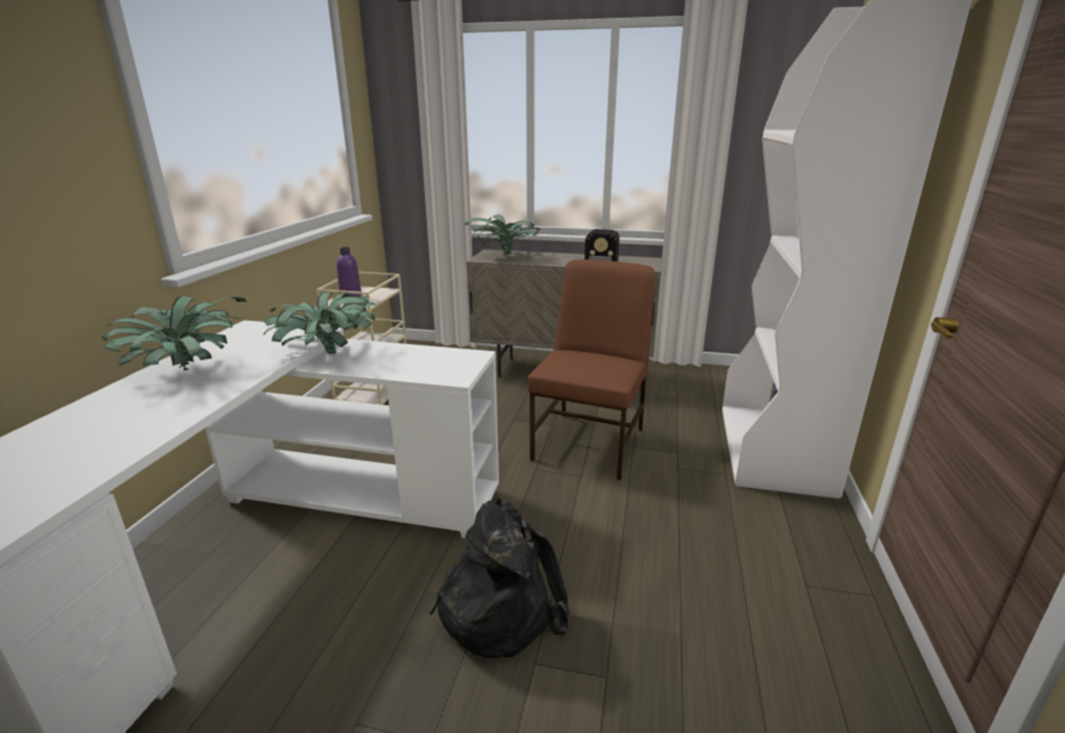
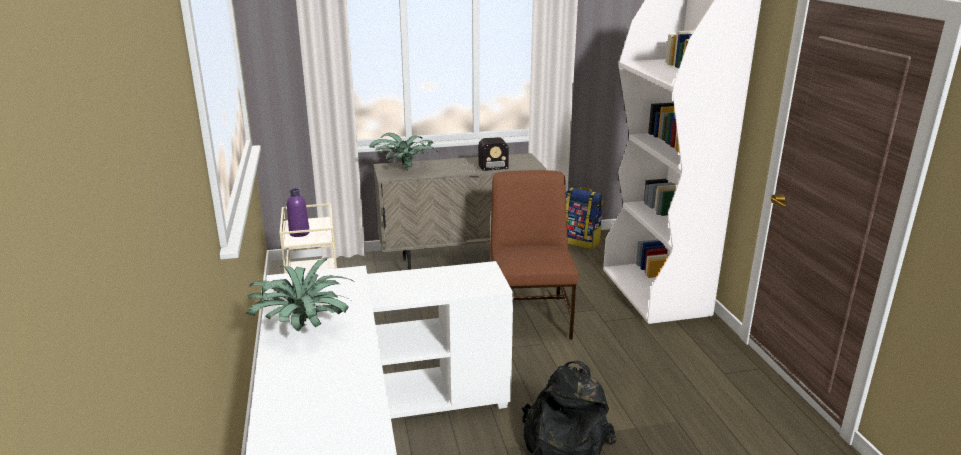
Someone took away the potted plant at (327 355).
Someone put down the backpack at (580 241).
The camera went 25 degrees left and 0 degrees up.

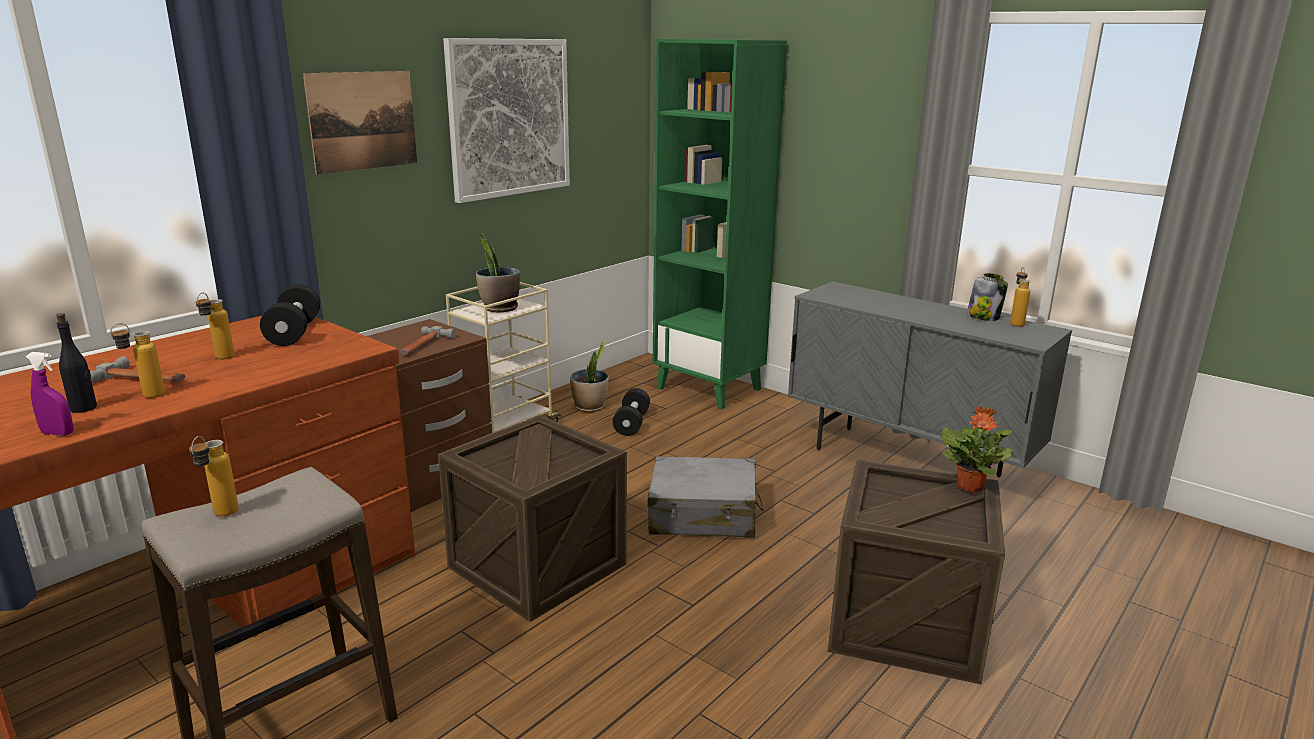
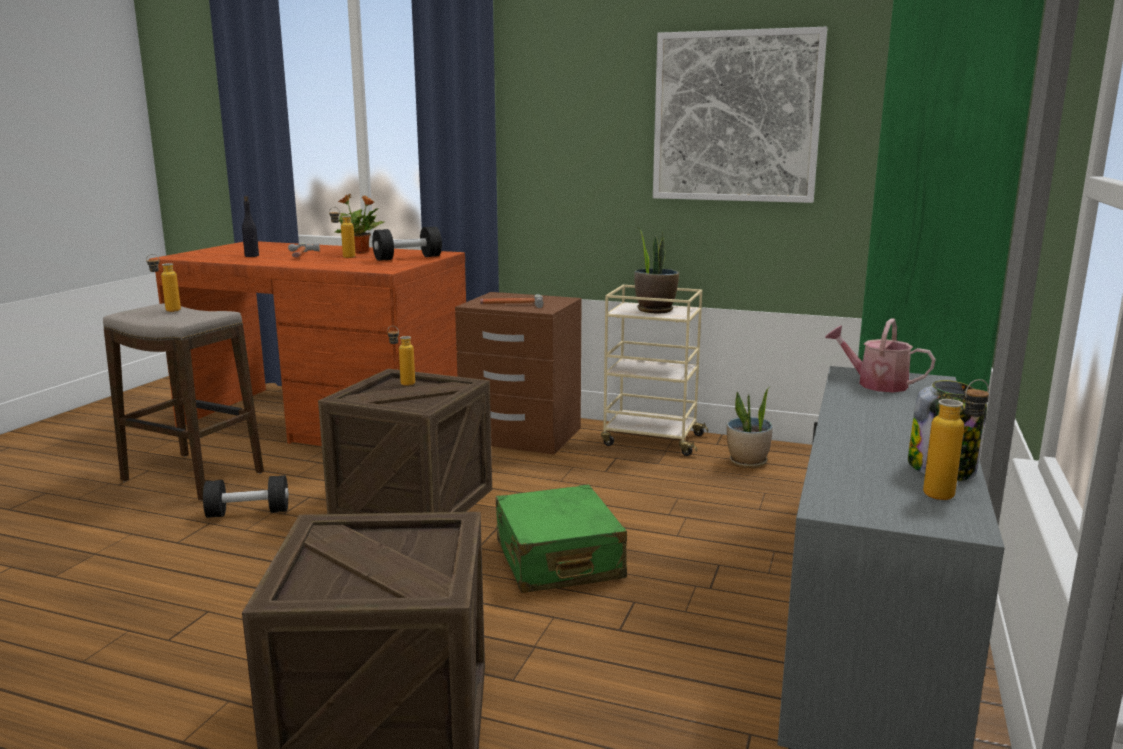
Someone took away the picture at (363 121).
Someone carried the bottle from (145 397) to (402 383).
Someone took away the purple spray bottle at (58 433).
Someone carried the black dumbbell from (631 424) to (248 513).
Someone carried the potted plant from (970 486) to (360 252).
Someone repainted the grey suitcase at (703 515), which became the green suitcase at (558 560).
Someone put down the watering can at (875 384).
The camera went 70 degrees right and 5 degrees down.

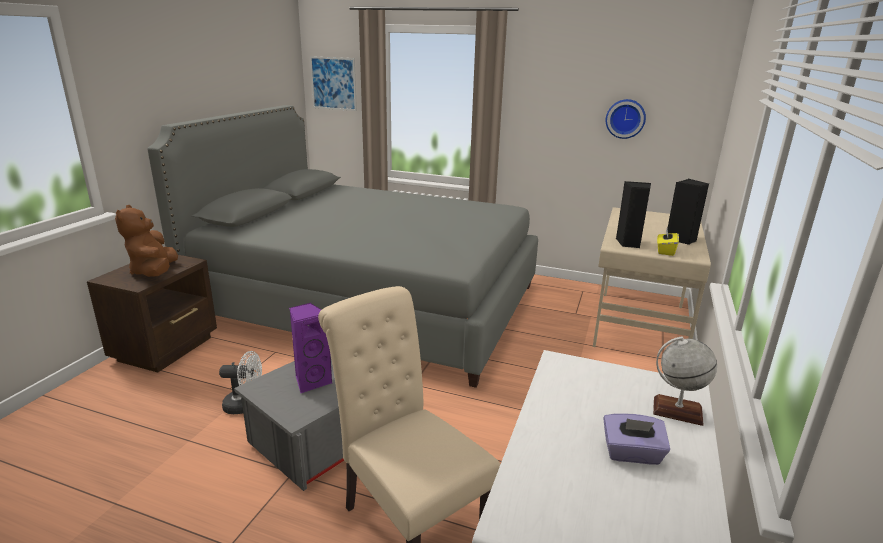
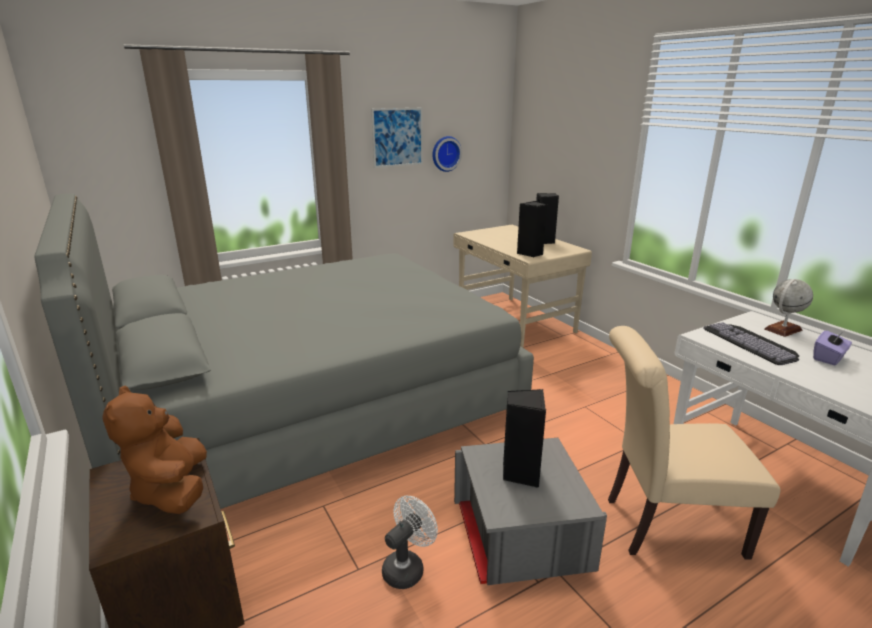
Someone carried the picture from (333 83) to (397 137).
Someone rotated the brown plush toy at (154 272) by 45 degrees clockwise.
Someone took away the yellow tissue box at (665 251).
Someone repainted the purple speaker at (312 381), which became the black speaker at (520 473).
Someone put down the keyboard at (753 343).
The camera went 50 degrees left and 0 degrees up.

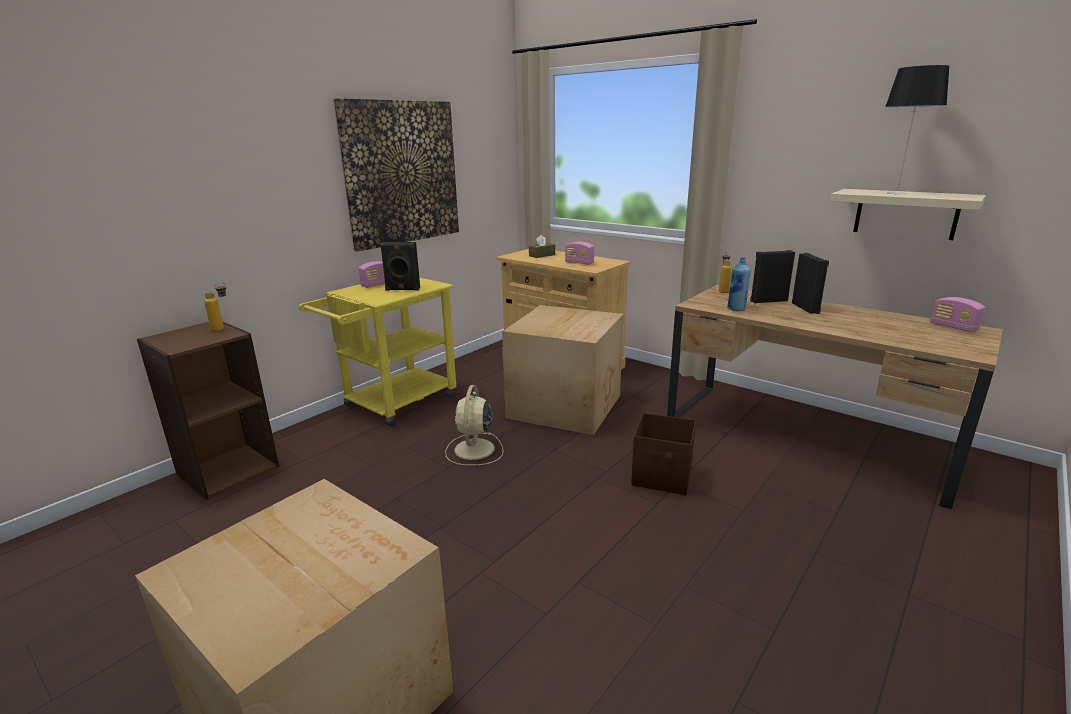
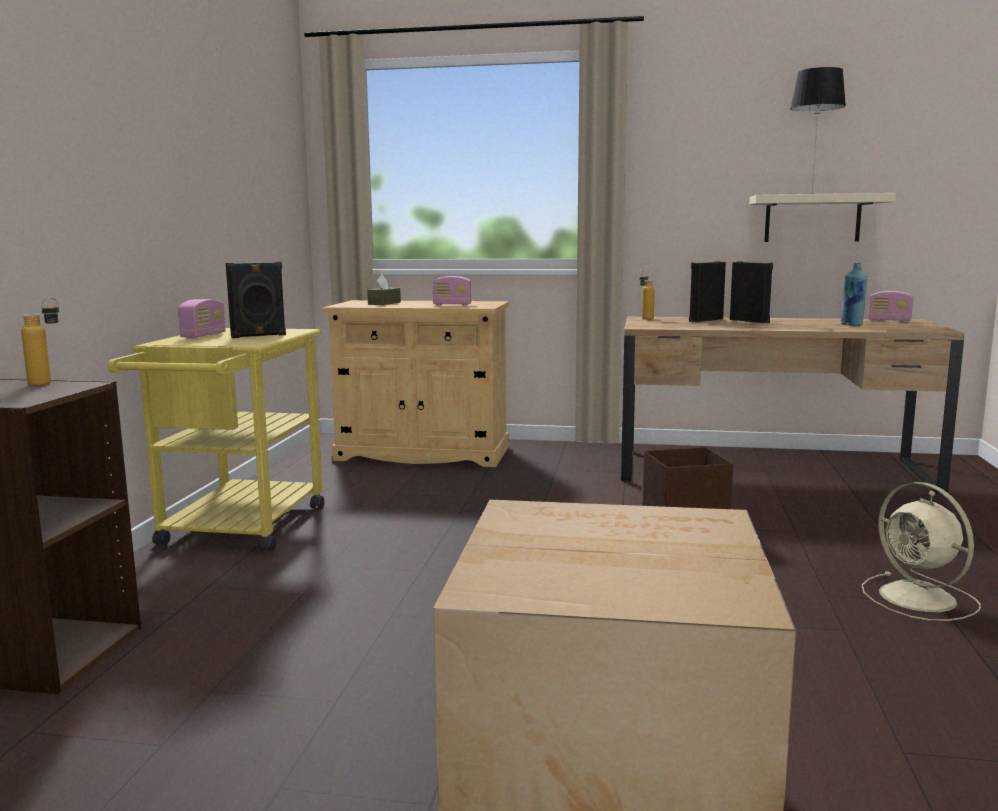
Someone took away the picture at (402 173).
Someone carried the blue bottle from (736 309) to (852 325).
Someone took away the cardboard box at (566 406).
Someone carried the beige fan from (474 450) to (920 598).
The camera went 30 degrees left and 10 degrees down.

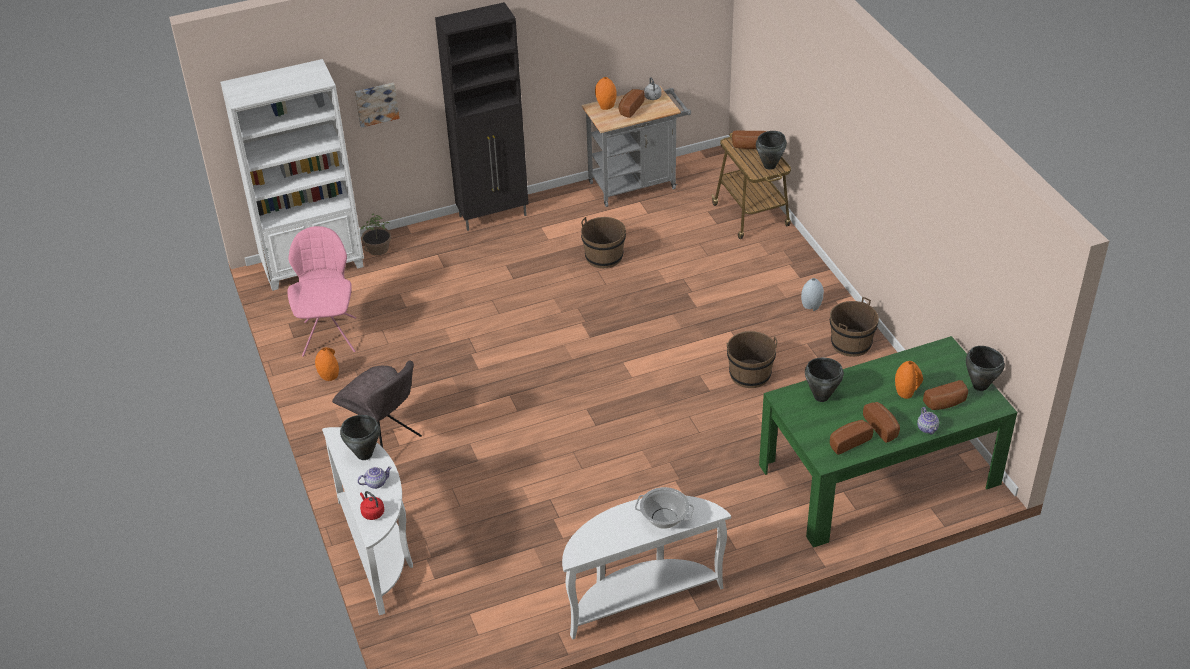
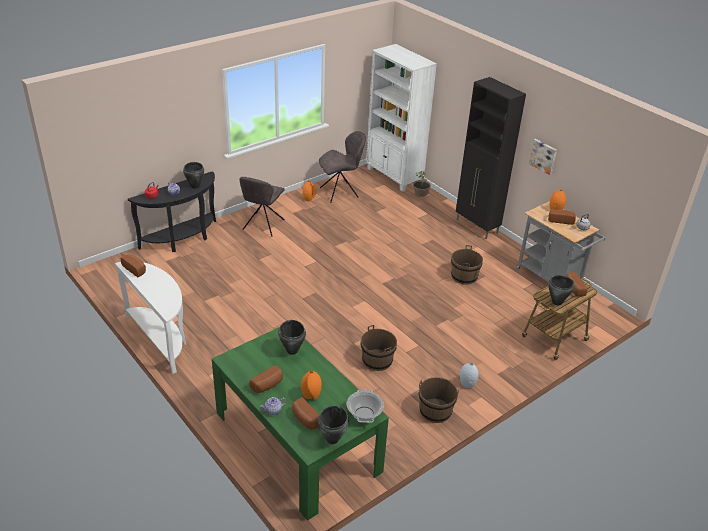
Someone carried the picture from (376 103) to (543 156).
Someone repainted the pink chair at (329 335), which became the grey chair at (340 192).
Someone carried the bread from (848 441) to (135 269).
Someone repainted the white console table at (379 550), which became the black console table at (183 239).
Someone carried the cooking pot from (664 518) to (364 414).
The camera went 70 degrees right and 5 degrees down.

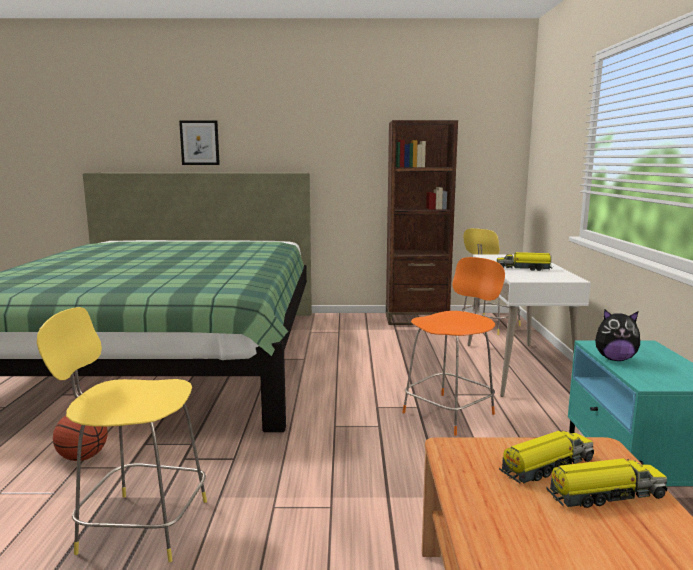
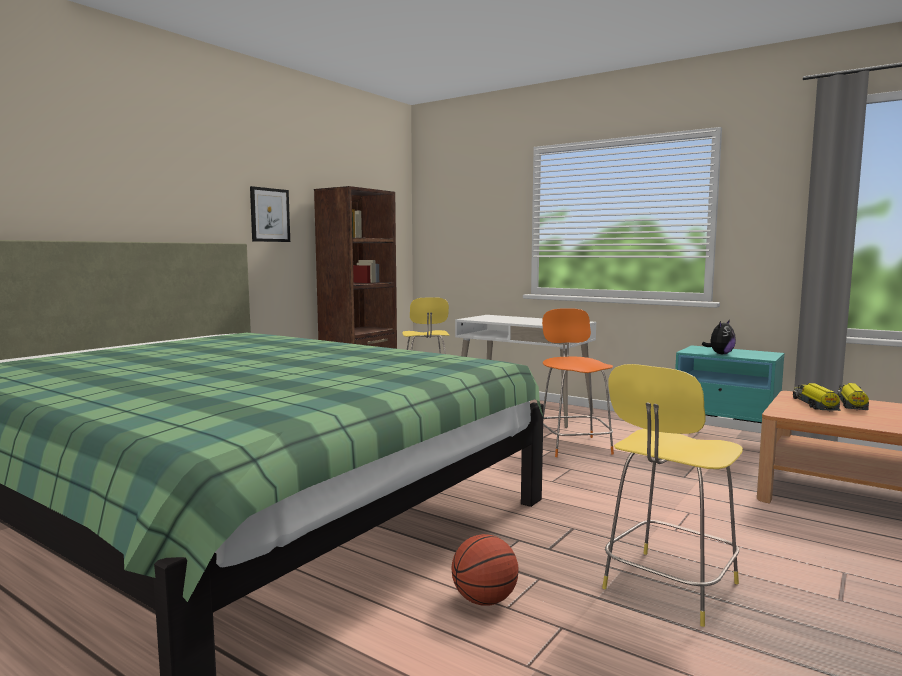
Someone carried the picture from (199 142) to (269 215).
Someone took away the toy truck at (524 269).
The camera went 55 degrees left and 5 degrees down.

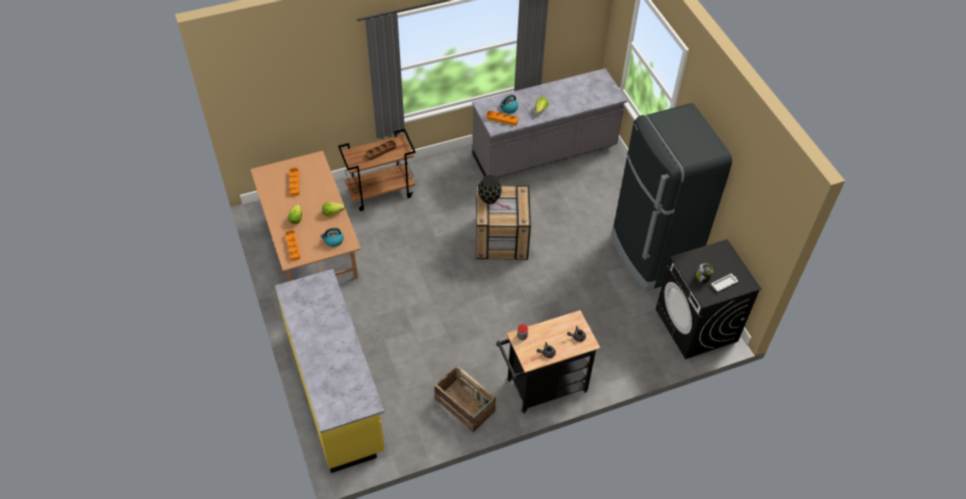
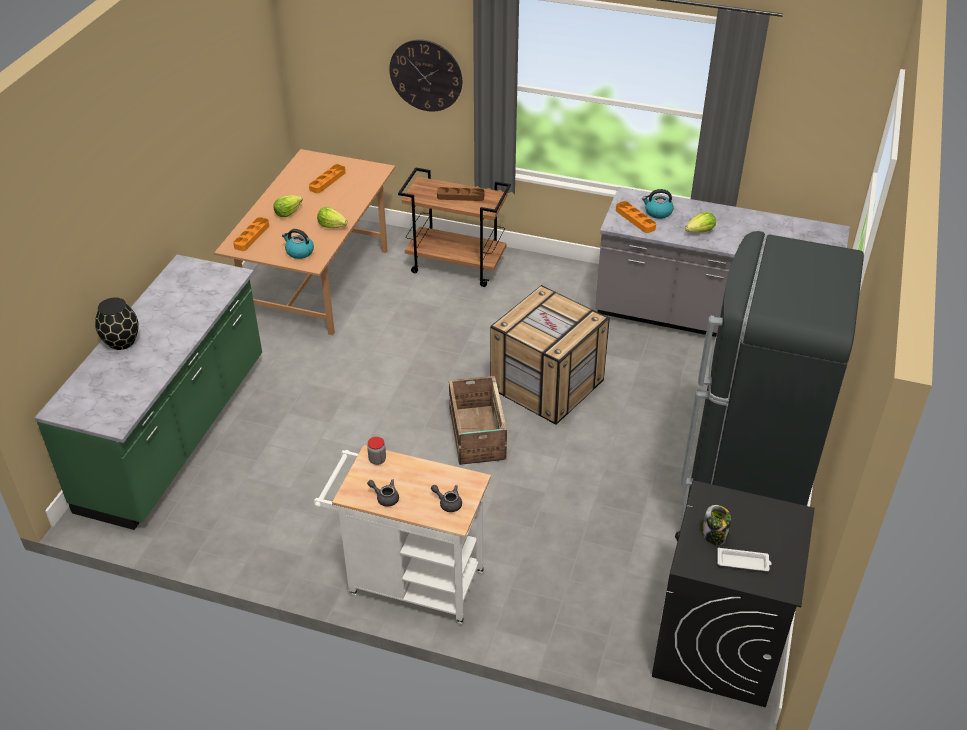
Someone carried the black vase from (489 198) to (121 341).
Someone repainted the yellow counter at (336 391), which became the green counter at (176 434).
Someone repainted the black cart at (542 388), which became the white cart at (408 581).
Someone carried the crate from (465 406) to (477 436).
Someone put up the wall clock at (426 75).
The camera went 40 degrees right and 10 degrees down.

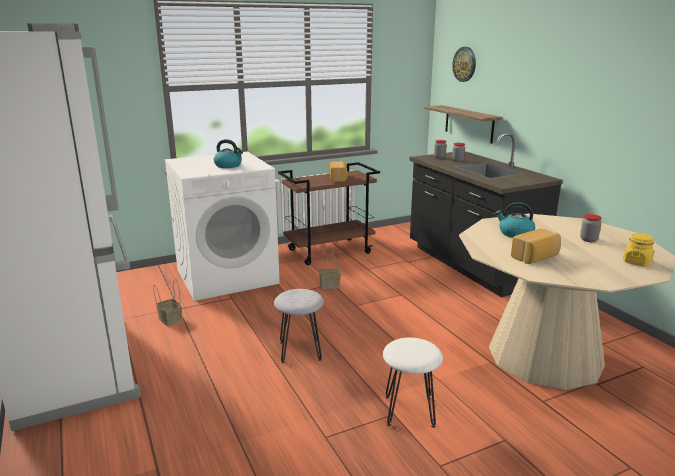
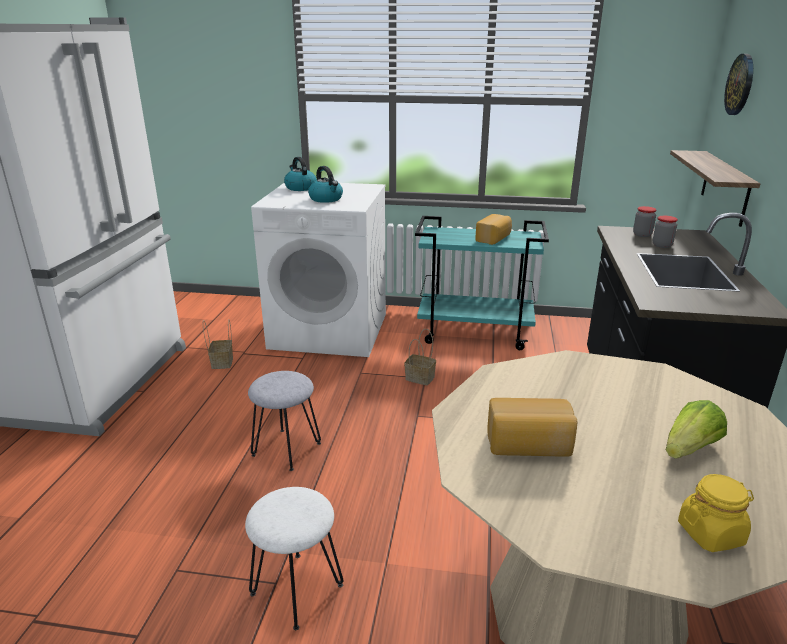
Someone repainted the brown cart at (330 251), which became the turquoise cart at (475 333).
Someone carried the kettle from (515 233) to (300 188).
Someone swapped the jar at (588 240) for the lettuce at (689 449).
The camera went 35 degrees right and 5 degrees up.

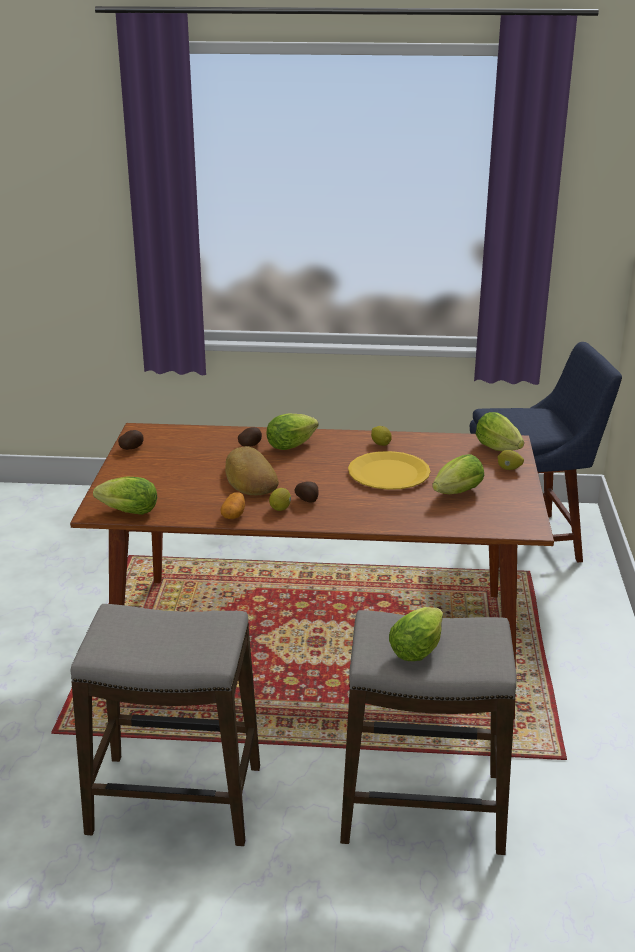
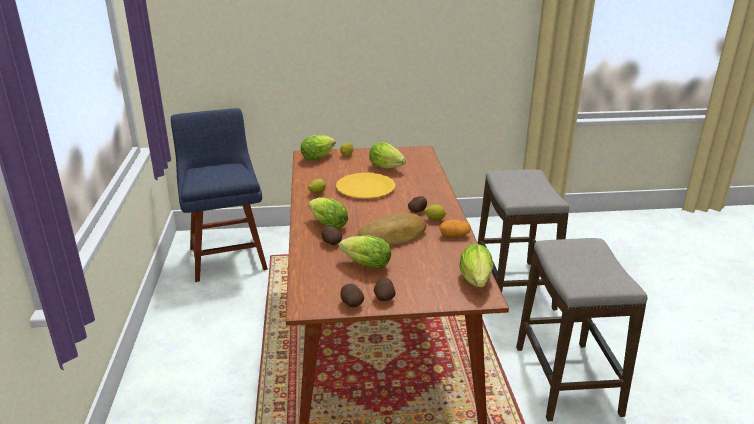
Someone carried the lettuce from (419 648) to (363 264).
Someone put down the potato at (384 297).
The camera went 100 degrees left and 0 degrees up.

